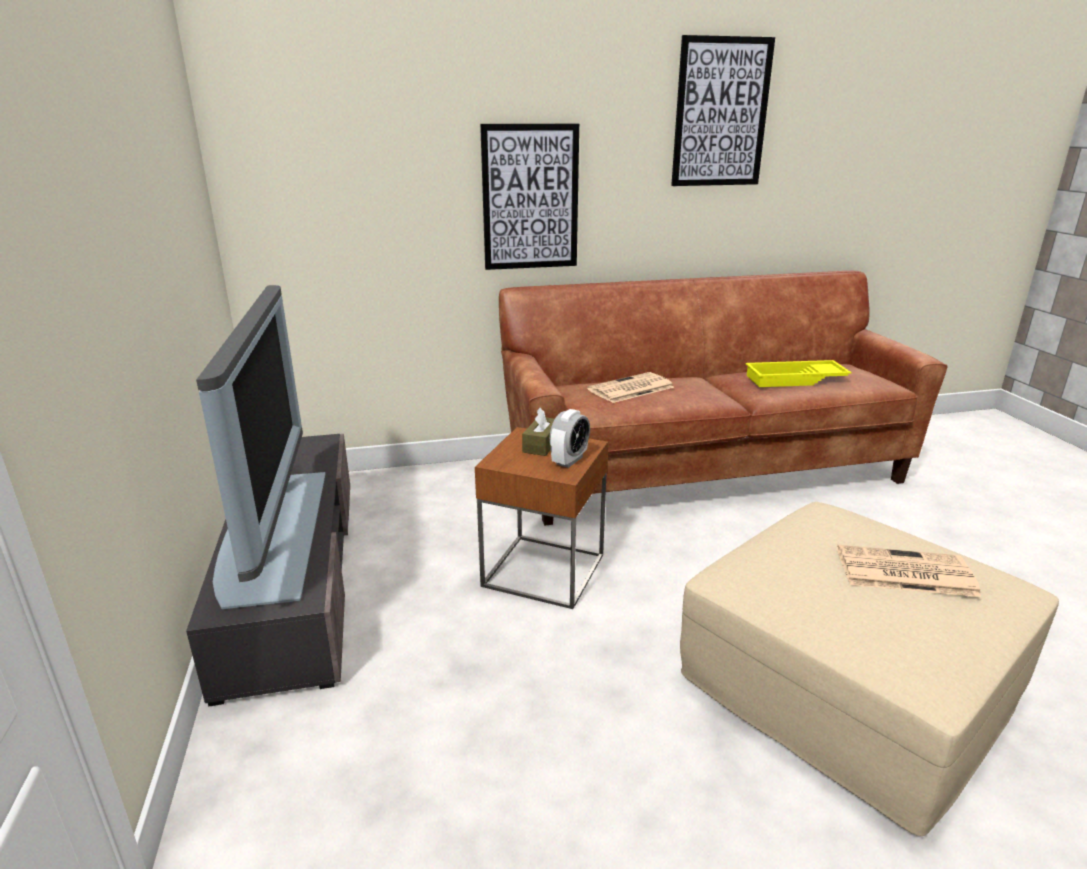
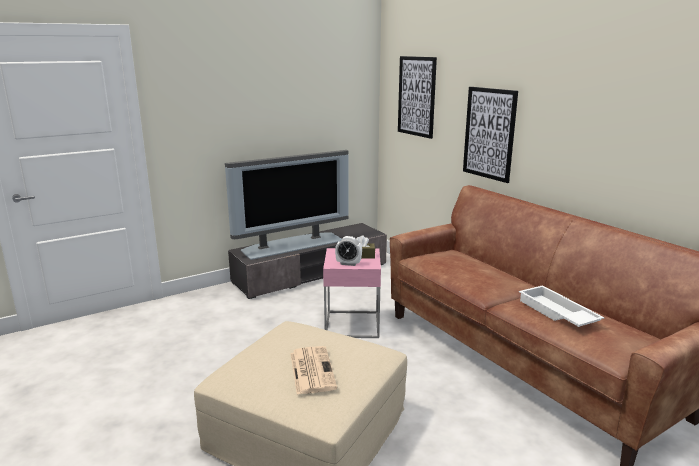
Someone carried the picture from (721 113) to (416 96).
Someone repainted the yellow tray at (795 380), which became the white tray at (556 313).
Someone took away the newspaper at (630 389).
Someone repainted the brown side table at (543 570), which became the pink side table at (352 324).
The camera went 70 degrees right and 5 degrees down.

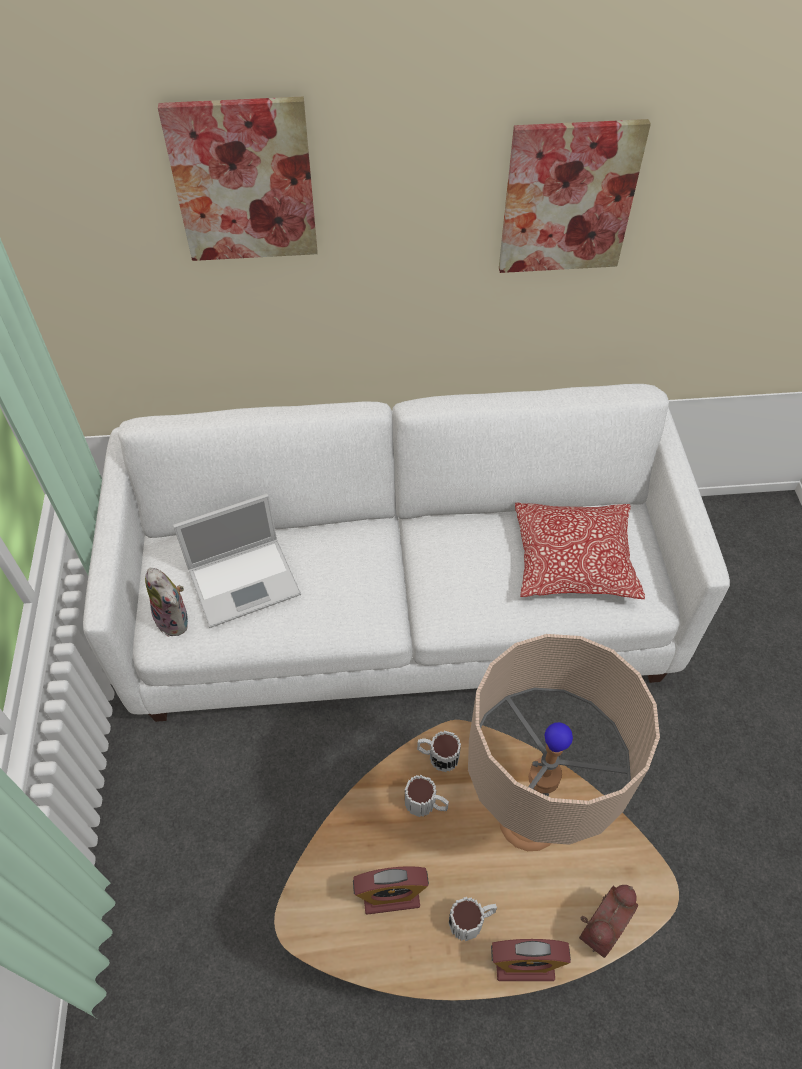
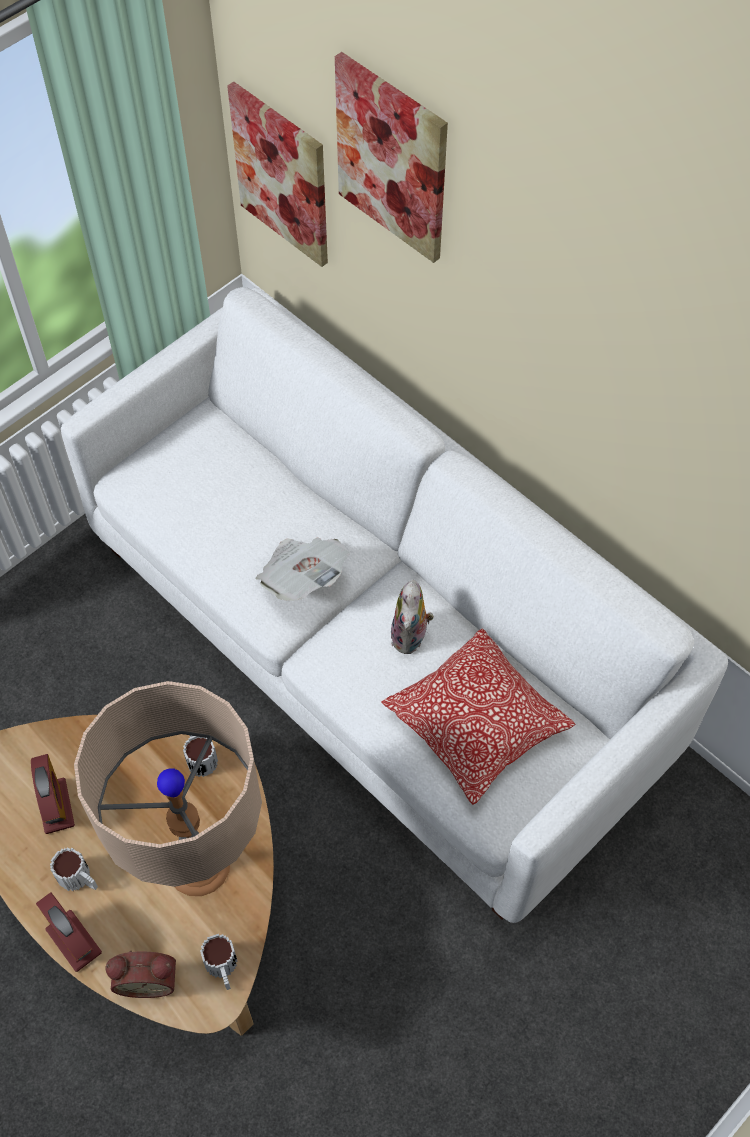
Someone carried the picture from (568 198) to (282 174).
Someone took away the laptop at (246 581).
Someone carried the plush toy from (175 619) to (411 637).
Someone carried the mug from (426 804) to (223 968).
Someone rotated the alarm clock at (391 895) by 150 degrees counterclockwise.
Someone put down the newspaper at (303 578).
The camera went 50 degrees right and 5 degrees up.

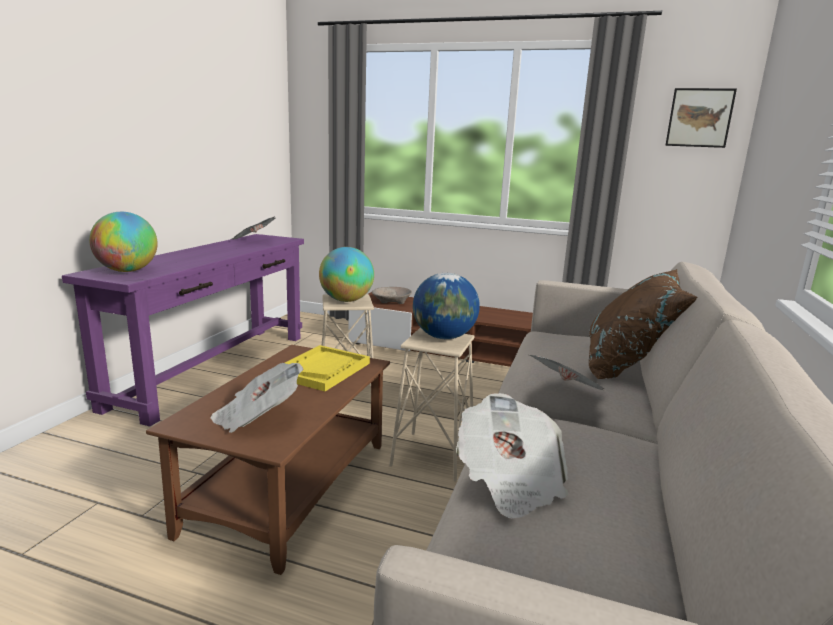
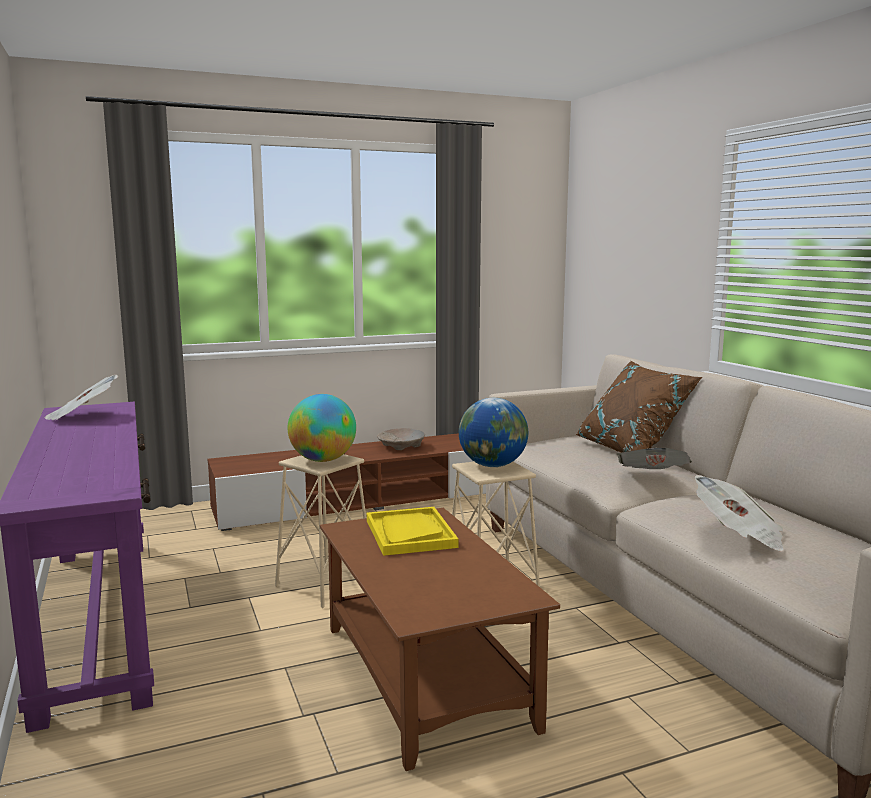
Someone took away the picture at (699 118).
Someone took away the globe at (127 271).
Someone carried the beige bowl from (391 301) to (401 447).
Someone took away the newspaper at (257 417).
The camera went 40 degrees left and 5 degrees down.

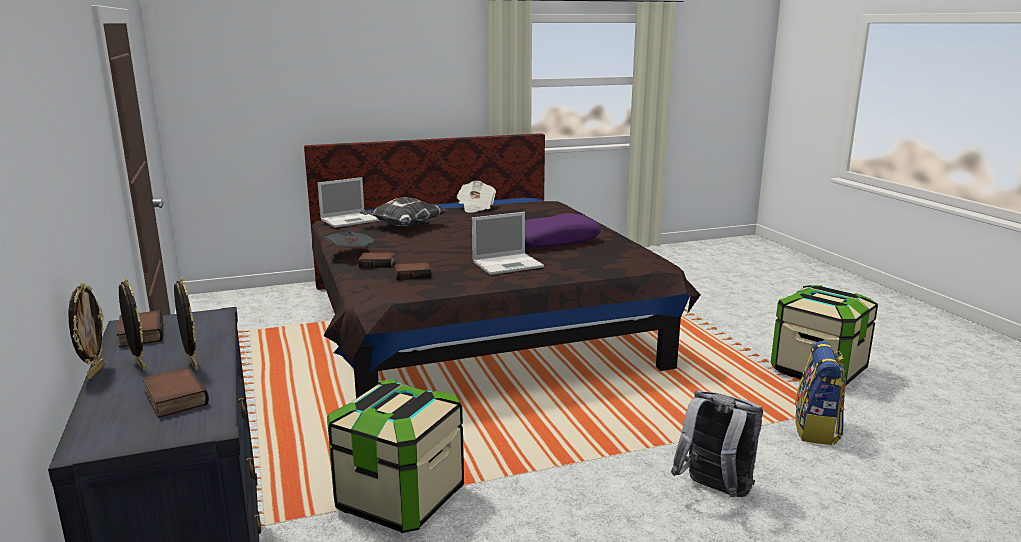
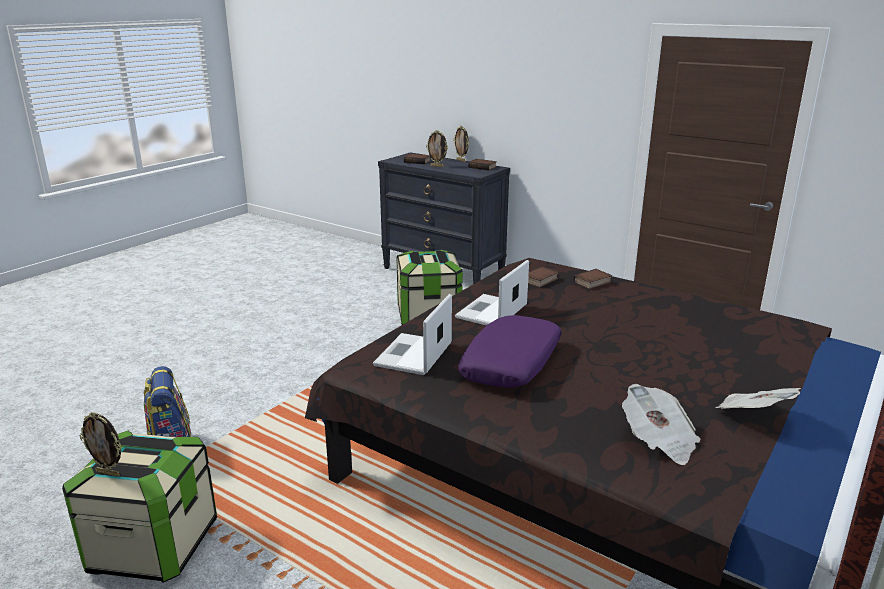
Someone carried the laptop from (350 220) to (413 355).
Someone took away the pillow at (403 226).
Someone carried the newspaper from (351 253) to (659 441).
Someone carried the picture frame from (138 365) to (109 473).
Someone took away the grey backpack at (714 491).
The camera went 145 degrees right and 5 degrees up.

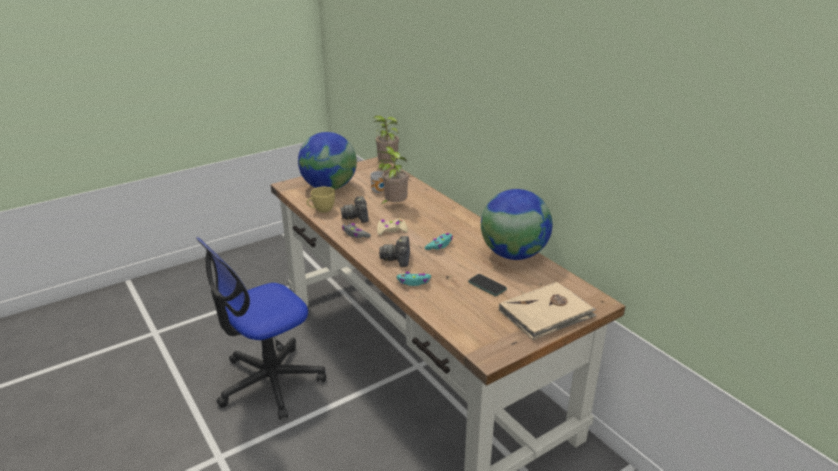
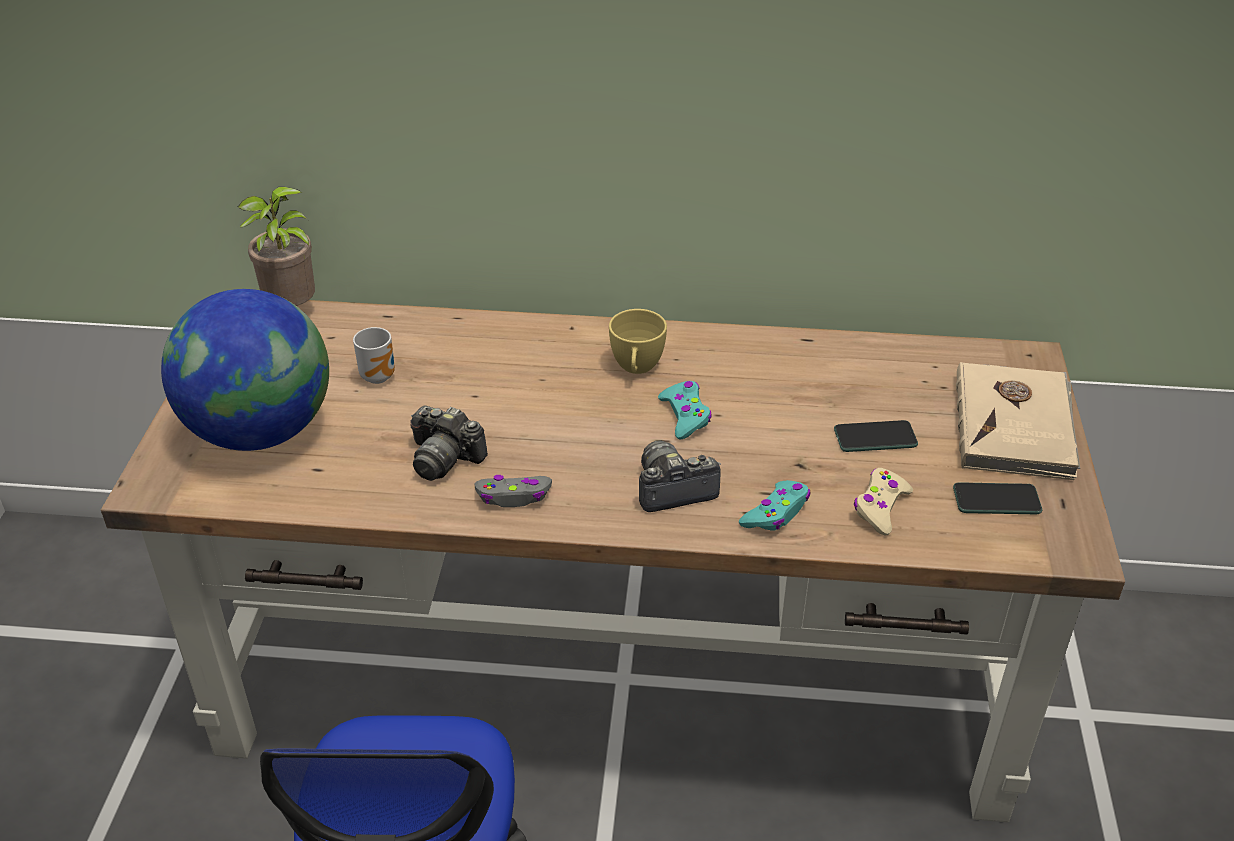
Someone took away the potted plant at (394 206).
Someone carried the yellow cup from (321 210) to (636 369).
Someone took away the globe at (513 254).
Someone carried the beige game controller from (391 230) to (880 507).
Someone rotated the photo camera at (397 258) by 120 degrees clockwise.
Someone put down the phone at (996 500).
The camera went 50 degrees left and 10 degrees up.

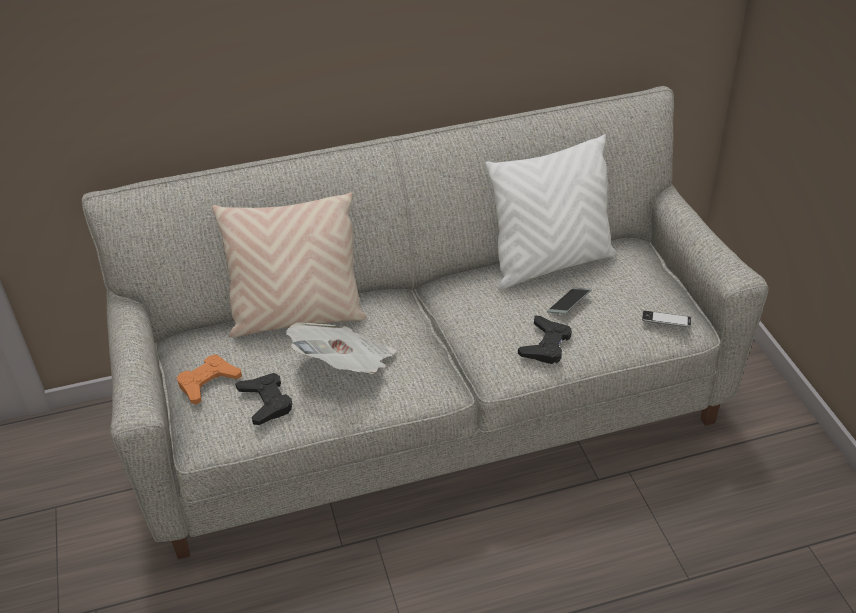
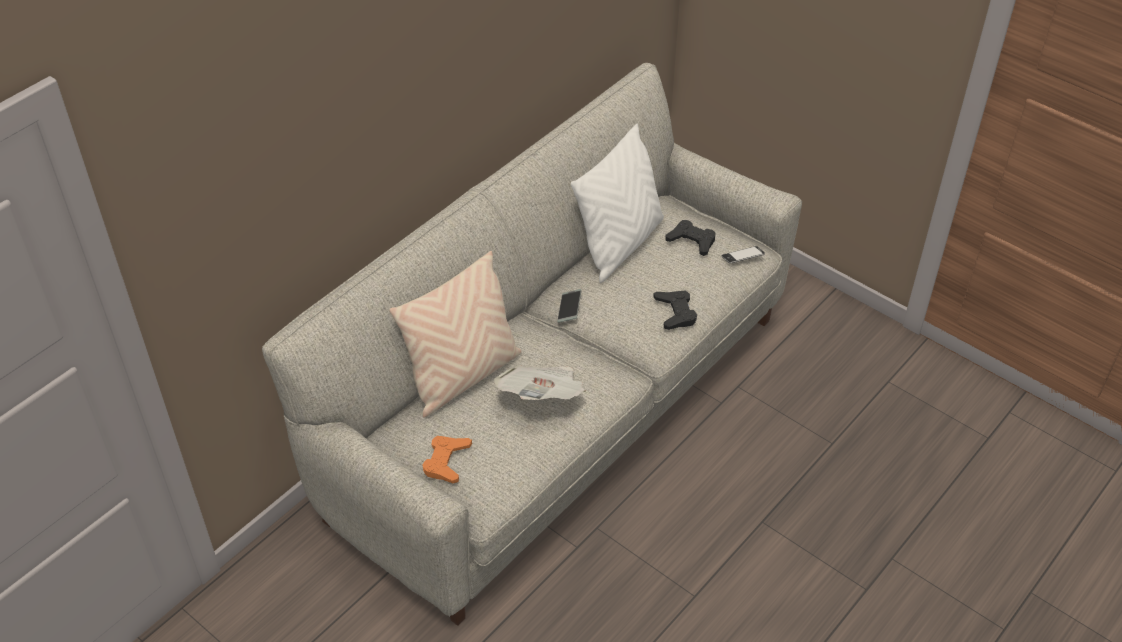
Someone carried the phone from (569 304) to (569 309).
Someone carried the black game controller from (266 402) to (691 241).
The camera went 35 degrees left and 5 degrees up.

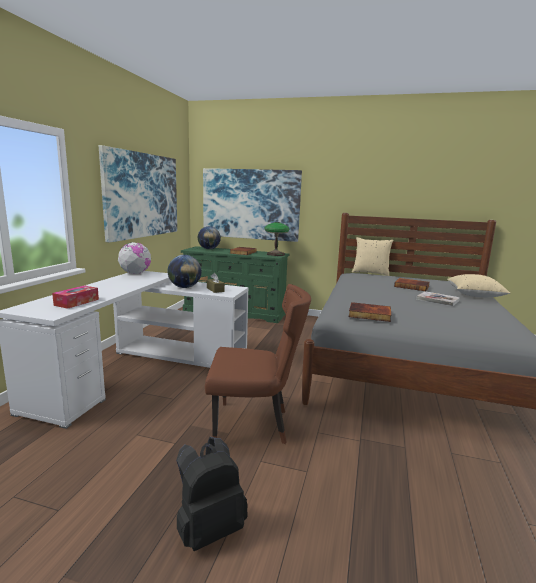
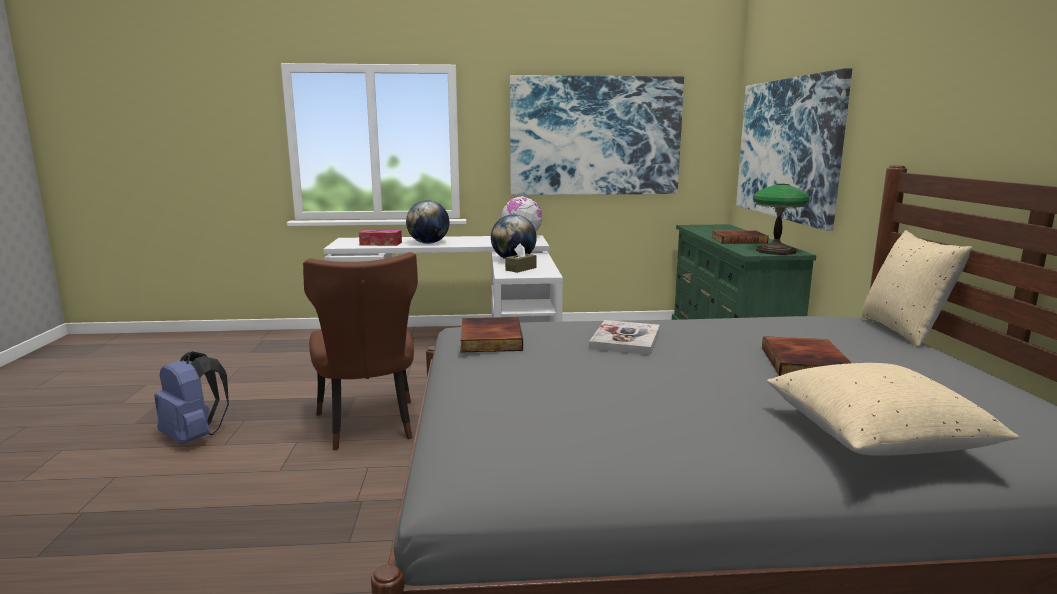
Someone carried the globe from (209 249) to (428 243).
Someone carried the book from (437 300) to (625 340).
Someone repainted the black backpack at (209 528), which became the blue backpack at (194 437).
The camera went 70 degrees right and 0 degrees up.

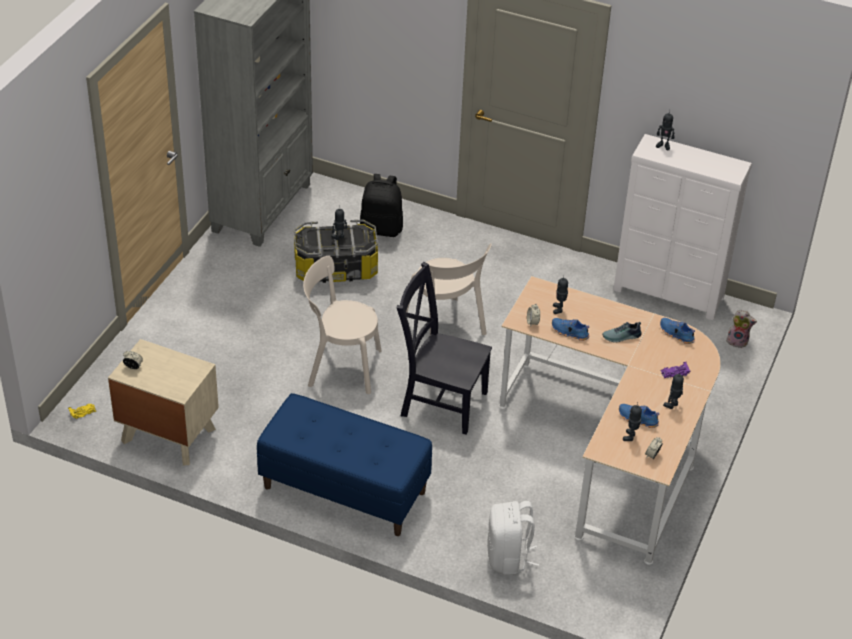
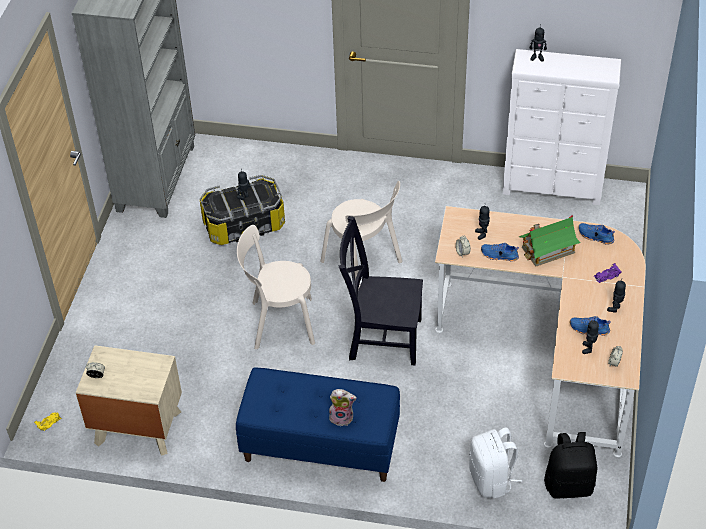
Someone carried the black backpack from (381 228) to (569 485).
Someone carried the plush toy from (738 341) to (342 417).
Someone swapped the shoe at (621 337) for the toy house at (547 250).
The camera went 10 degrees left and 5 degrees up.

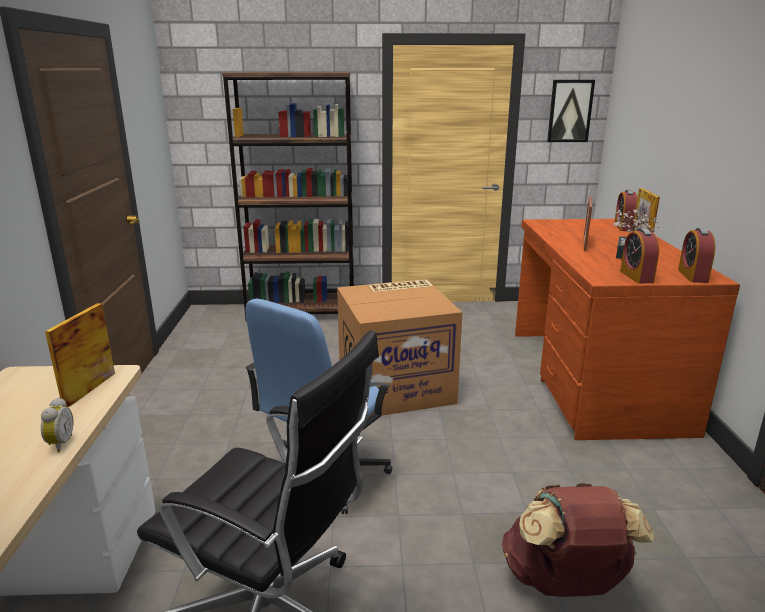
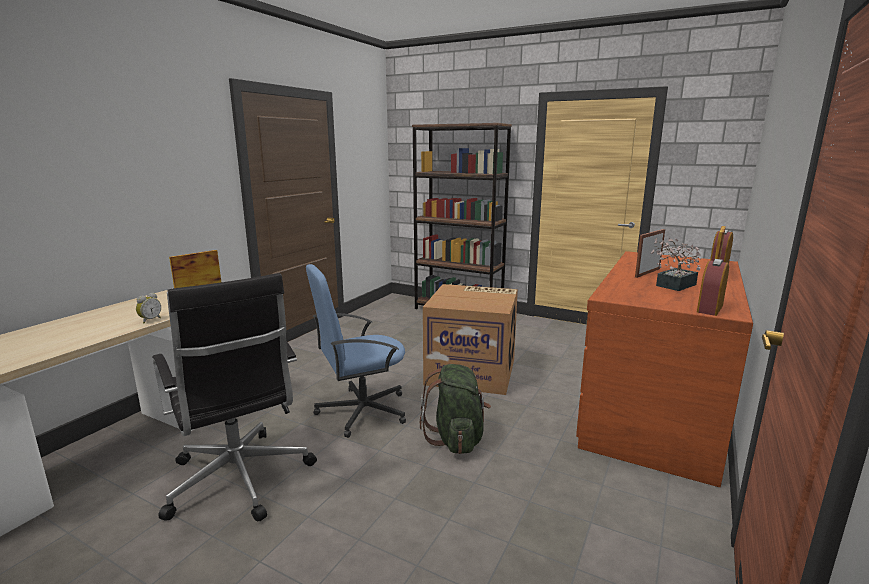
Someone took away the picture at (570 111).
Someone took away the alarm clock at (636 276).
Someone took away the brown backpack at (564 583).
Someone put down the green backpack at (456 438).
The camera went 30 degrees right and 5 degrees down.

